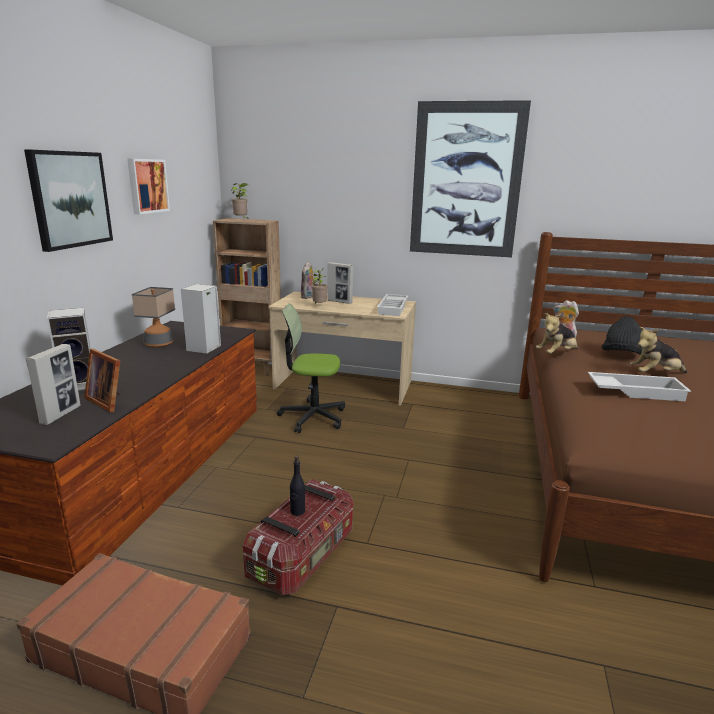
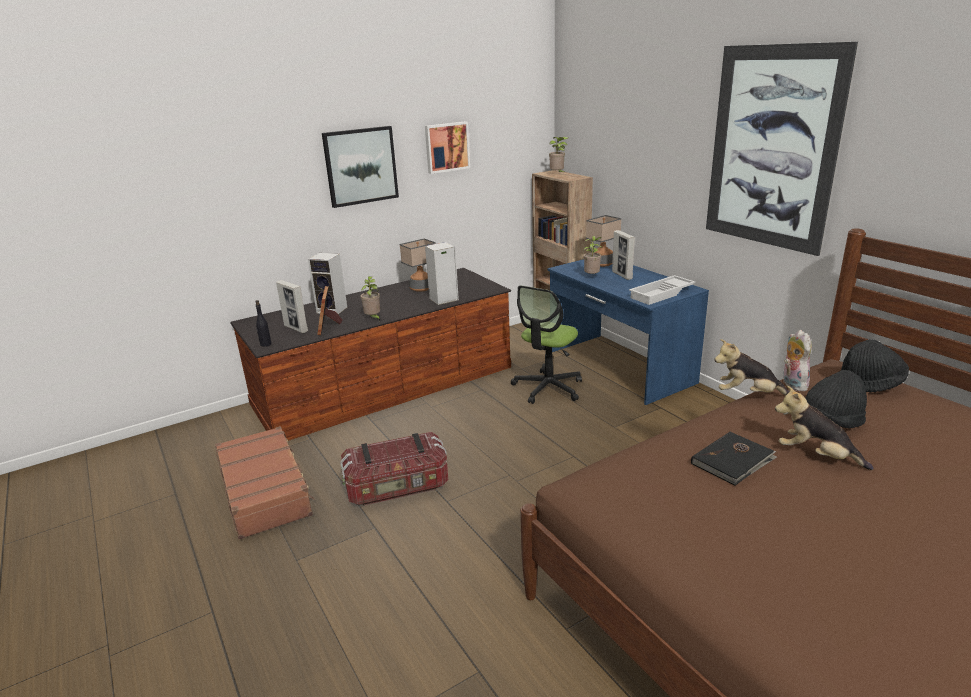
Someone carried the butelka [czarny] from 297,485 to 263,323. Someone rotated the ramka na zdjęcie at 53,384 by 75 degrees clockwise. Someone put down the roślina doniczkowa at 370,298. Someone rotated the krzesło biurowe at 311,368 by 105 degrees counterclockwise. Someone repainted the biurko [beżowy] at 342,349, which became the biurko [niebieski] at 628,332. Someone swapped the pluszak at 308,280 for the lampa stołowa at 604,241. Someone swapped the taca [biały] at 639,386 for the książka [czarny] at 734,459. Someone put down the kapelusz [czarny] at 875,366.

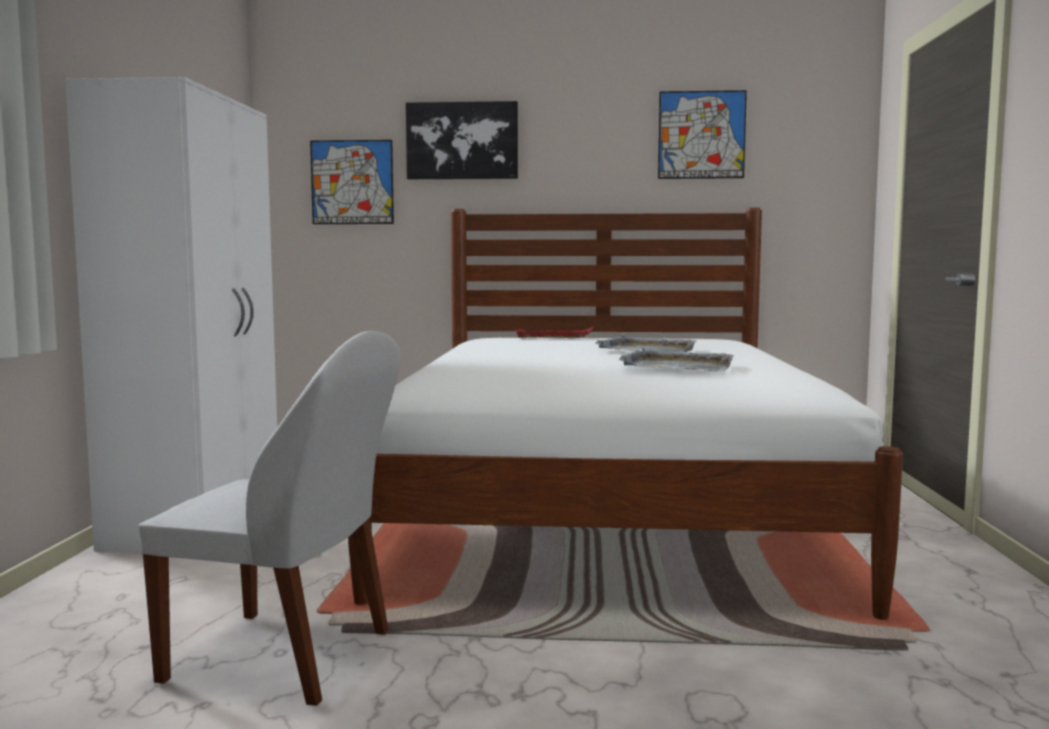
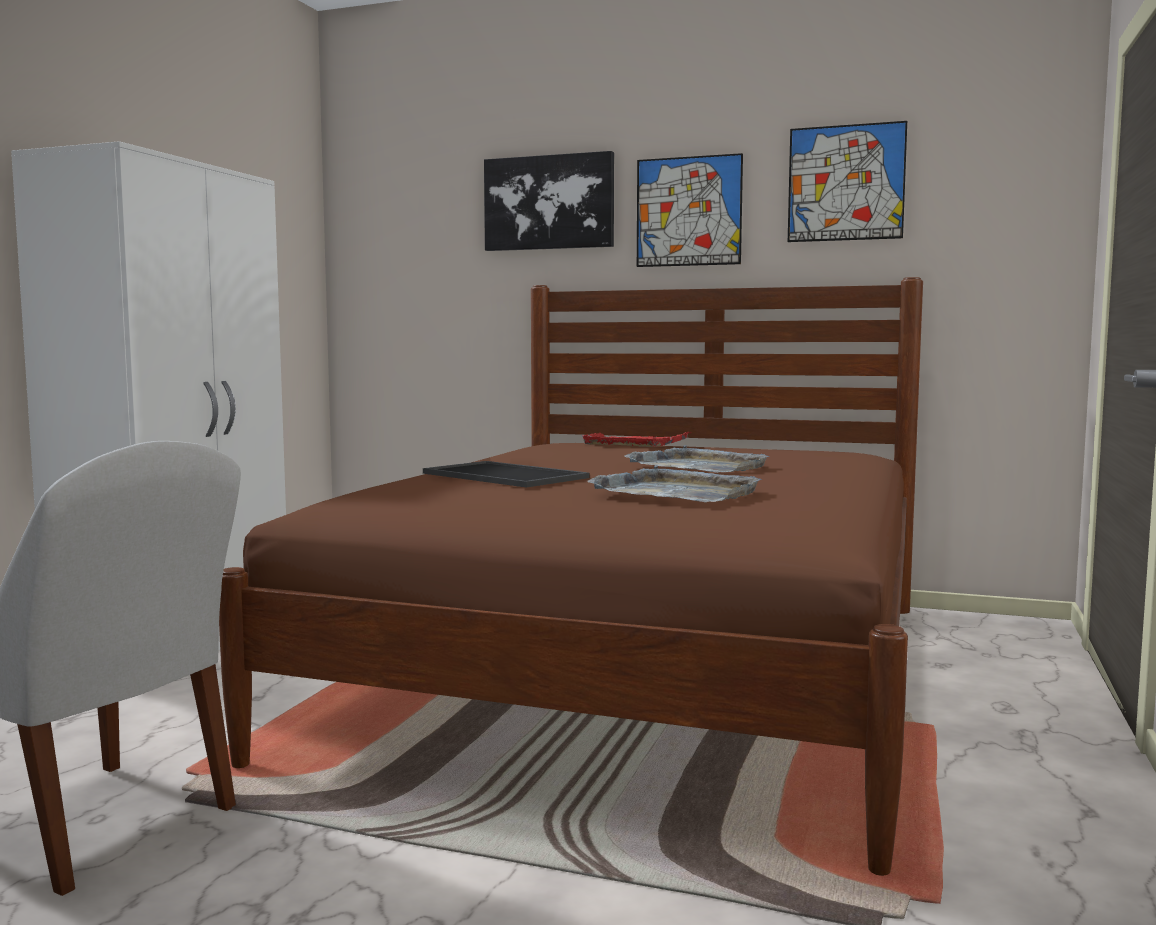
Someone repainted the łóżko [biały] at 625,413, which became the łóżko [brązowy] at 571,576. Someone put down the taca at 506,474. Someone carried the obraz from 352,182 to 690,210.

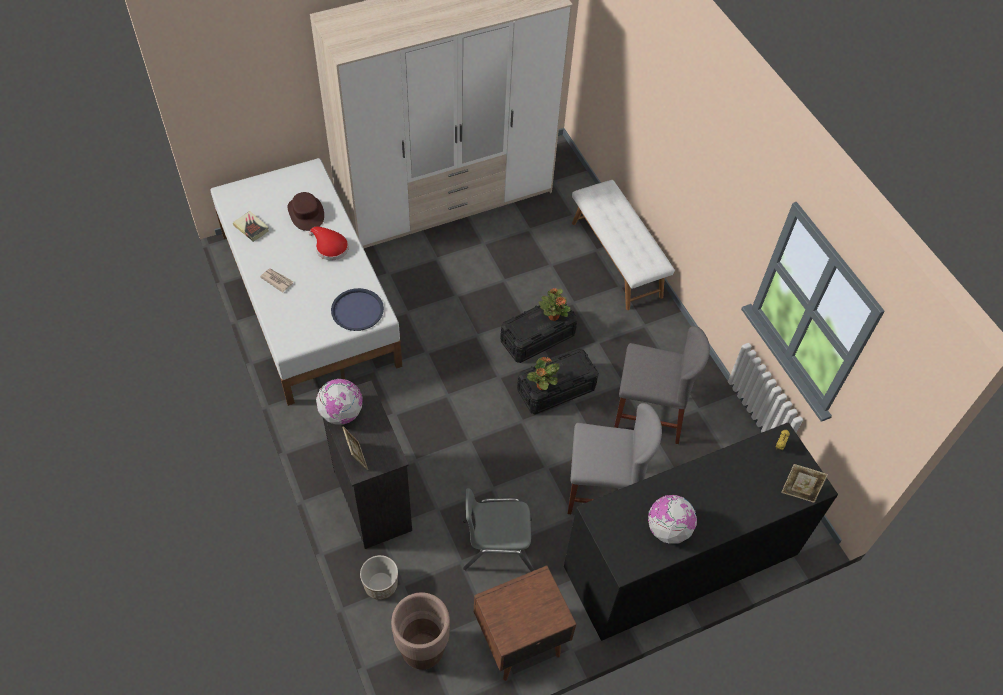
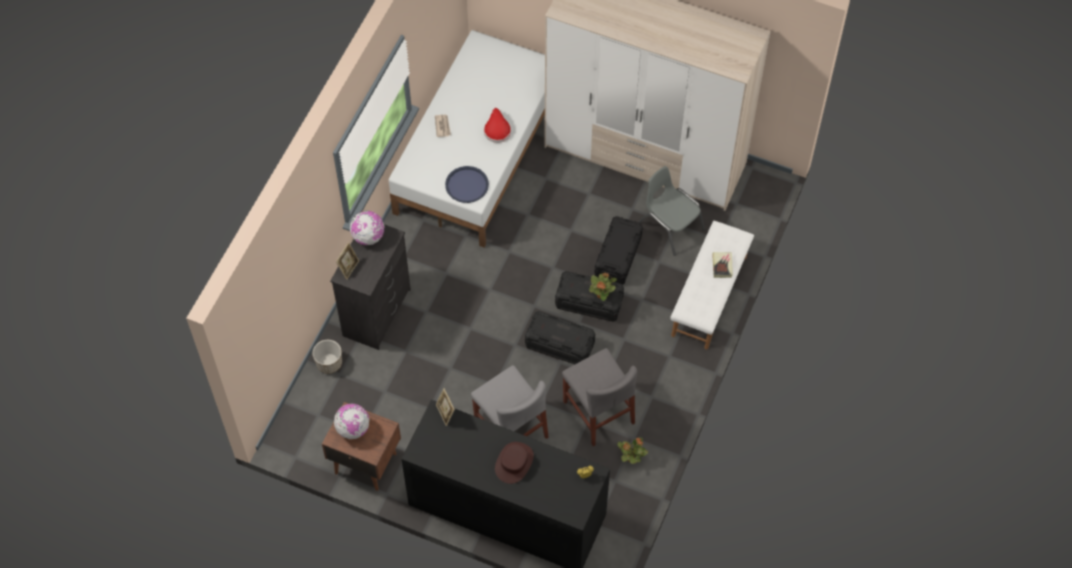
Someone carried the globus from 672,519 to 351,421. Someone carried the ramka na zdjęcie from 804,483 to 445,407. Someone carried the kapelusz [brązowy] from 306,211 to 514,463. Someone put down the pojemnik do przechowywania [czarny] at 619,250. Someone carried the roślina doniczkowa from 543,373 to 633,450. Someone carried the krzesło [szary] from 498,530 to 671,211. Someone carried the książka from 251,226 to 722,265. Someone took away the donica [brązowy] at 420,631.

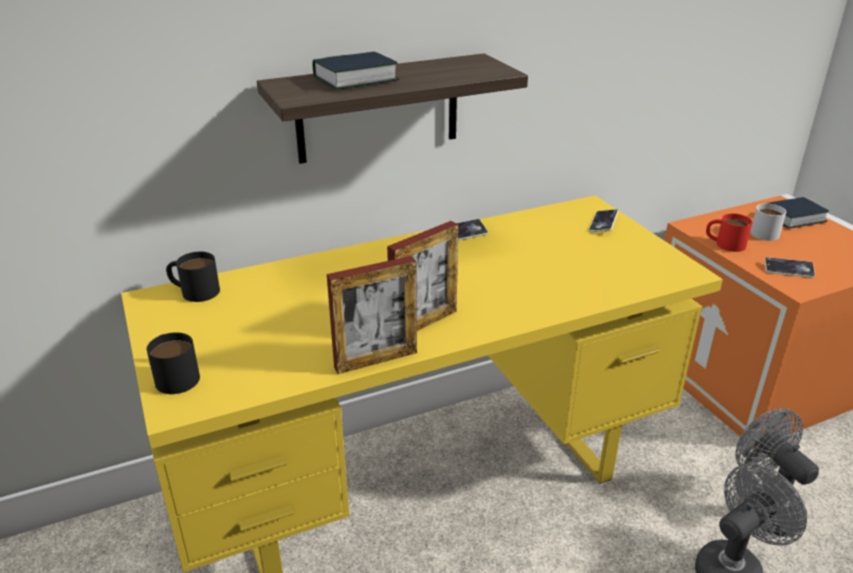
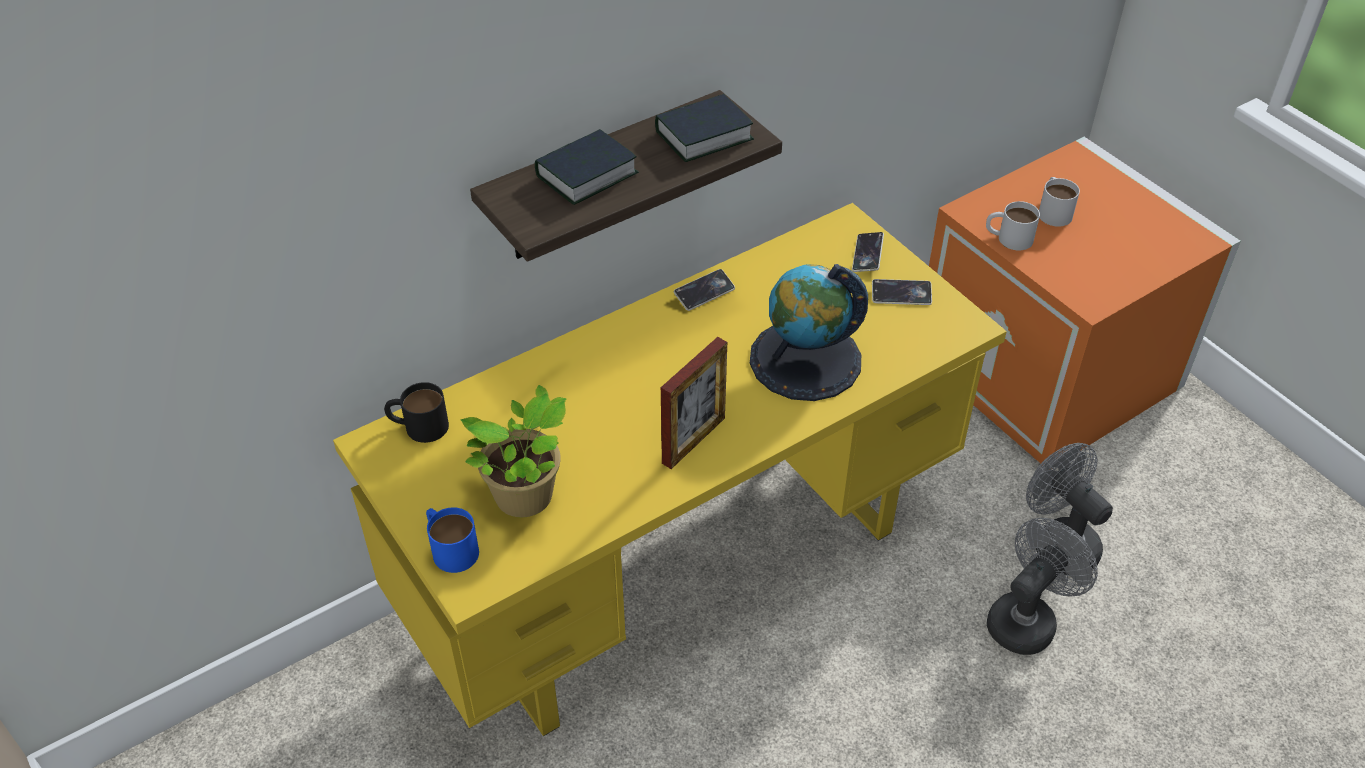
Someone repainted the kubek [czarny] at 173,363, which became the kubek [niebieski] at 452,540. Someone put down the roślina doniczkowa at 513,451. Someone carried the książka from 797,213 to 704,128. Someone put down the globus at 809,332. Someone carried the telefon from 789,267 to 902,292. Someone repainted the kubek [czerwony] at 729,232, which became the kubek [biały] at 1013,225. Someone took away the ramka na zdjęcie at 372,315.

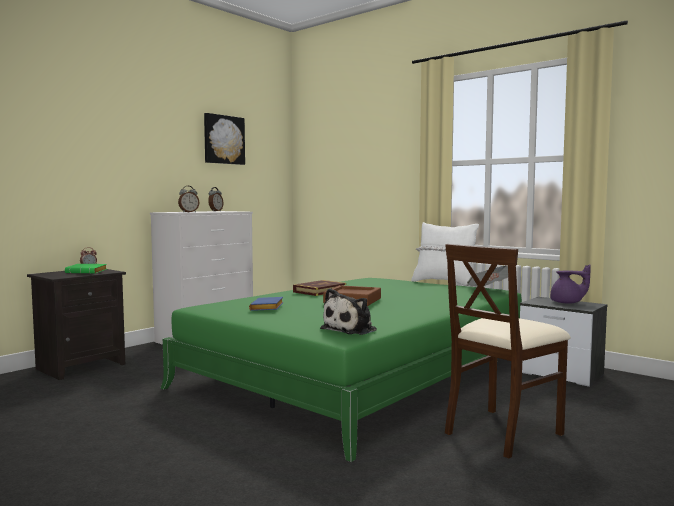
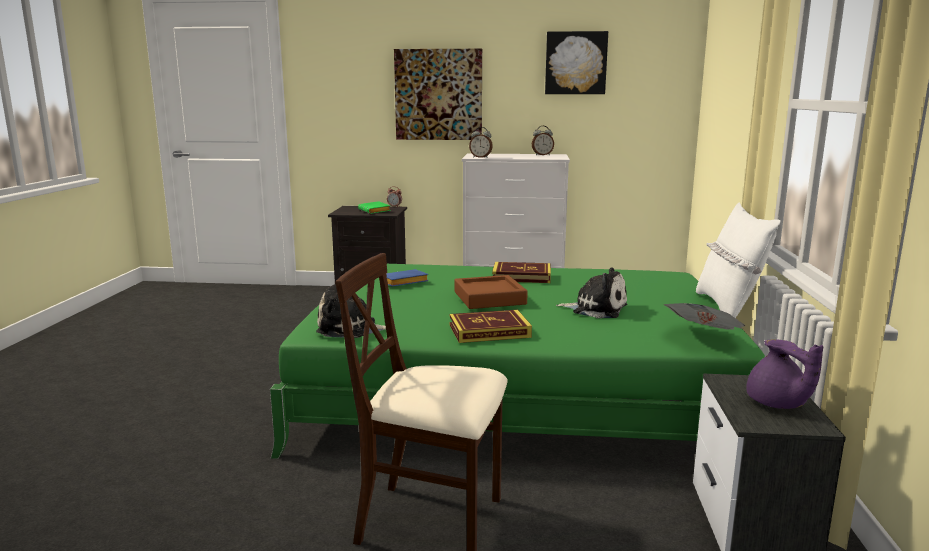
Someone put up the obraz at 438,94. Someone put down the książka at 491,326. Someone put down the pluszak at 591,293.

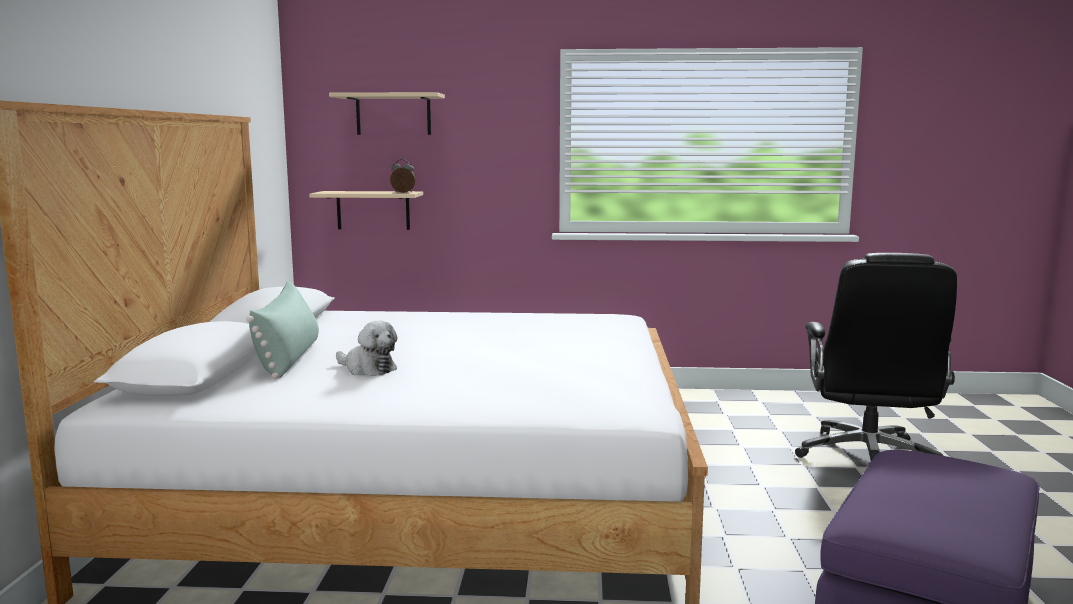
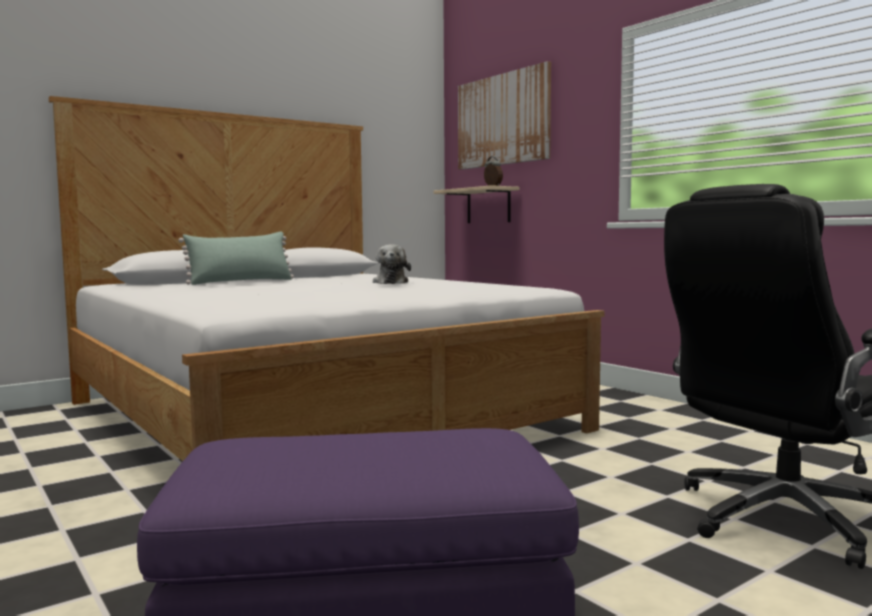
Someone carried the pluszak from 366,348 to 392,264. Someone swapped the półka [beżowy] at 387,113 for the obraz at 504,115.

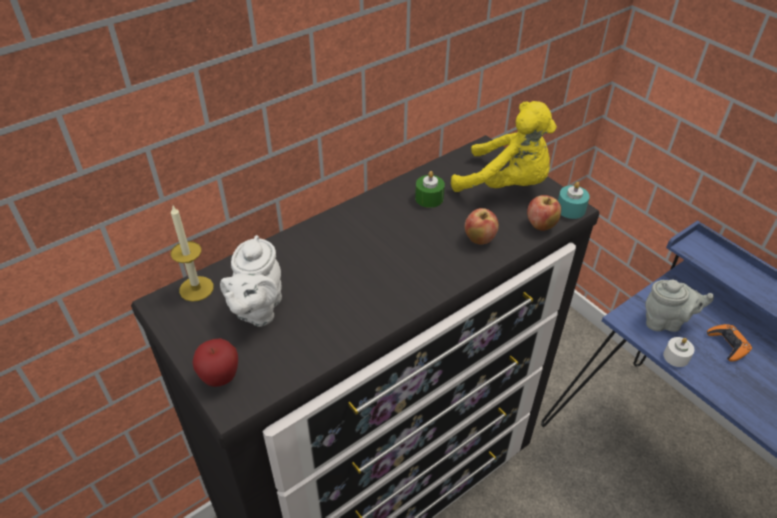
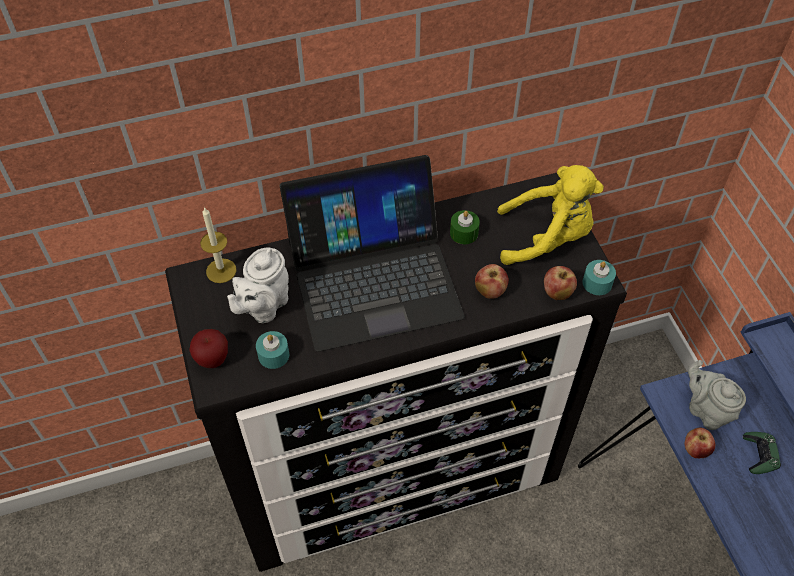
Someone put down the świeca [turkusowy] at 272,350. Someone put down the laptop at 372,253. Someone rotated the pluszak [żółty] at 504,146 by 45 degrees counterclockwise. Someone swapped the świeca [biały] at 678,352 for the jabłko at 700,442. Someone rotated the imbryk [szary] at 679,306 by 150 degrees counterclockwise. Someone repainted the pad do gier [pomarańczowy] at 729,343, which became the pad do gier [zielony] at 762,453.

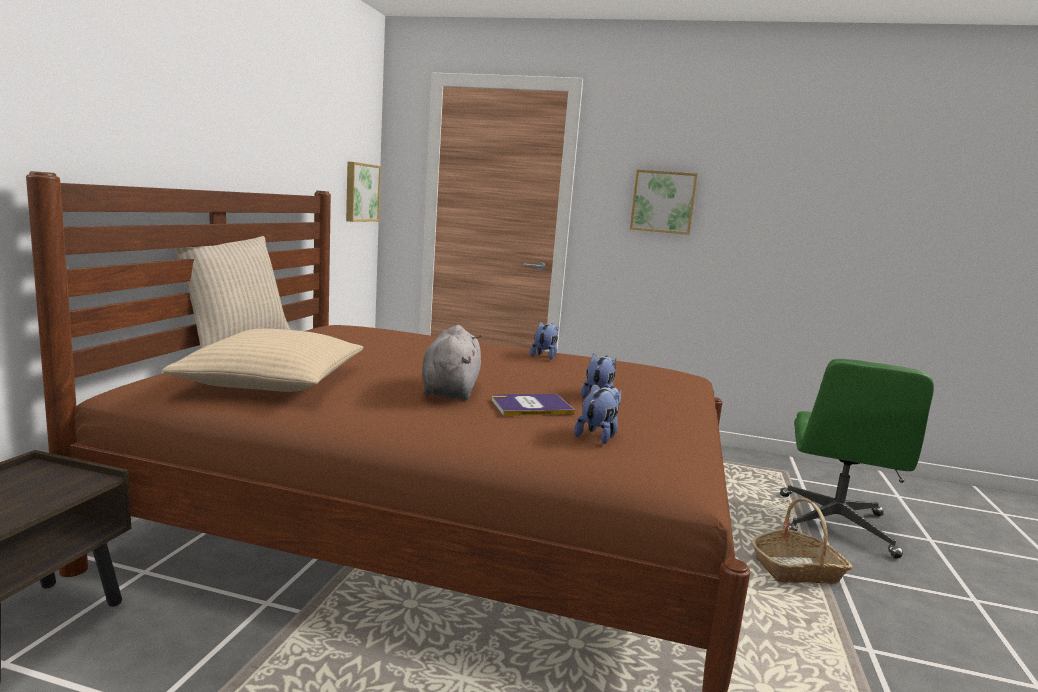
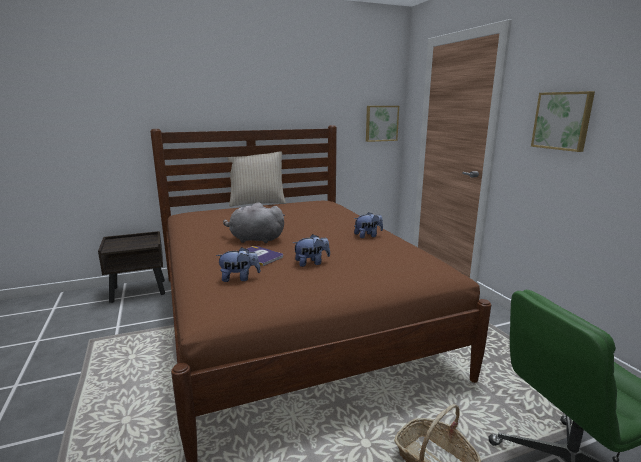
Someone rotated the pluszak [szary] at 452,362 by 135 degrees counterclockwise. Someone took away the poduszka [beżowy] at 262,360.

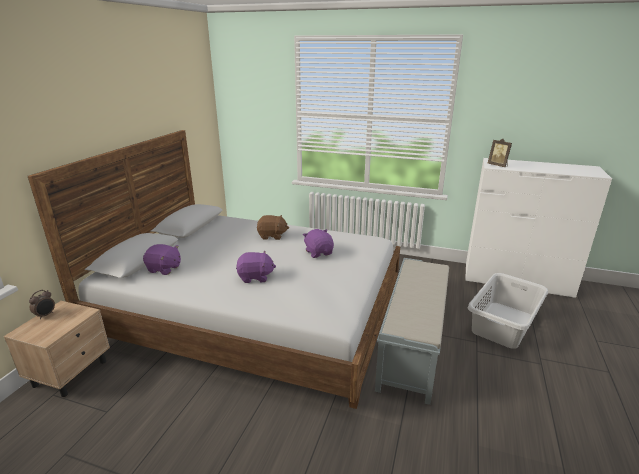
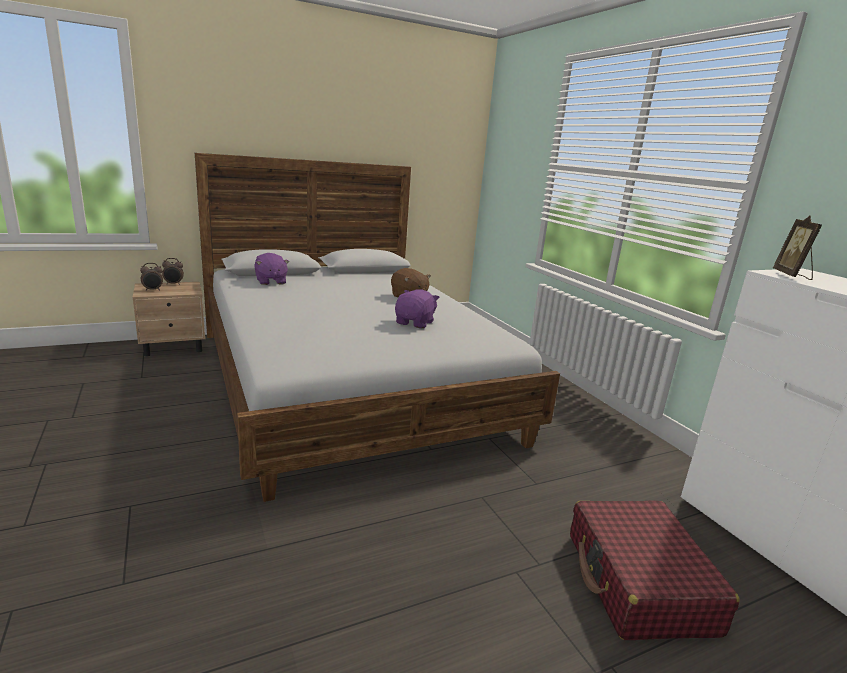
Someone put down the budzik at 151,277. Someone swapped the kosz na pranie [szary] at 507,311 for the walizka [czerwony] at 655,570. Someone took away the pluszak [fioletowy] at 256,267. Someone took away the ławka [szary] at 412,331.

